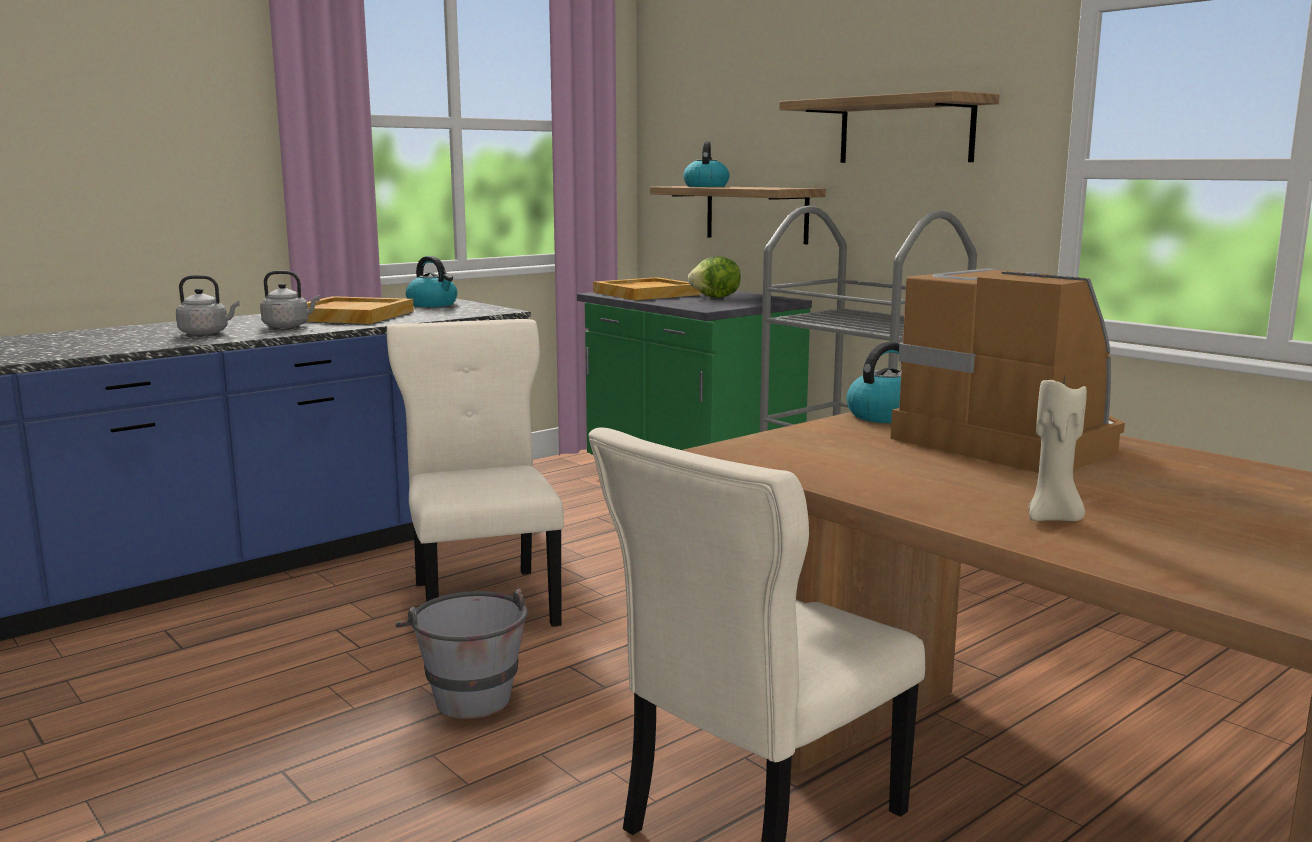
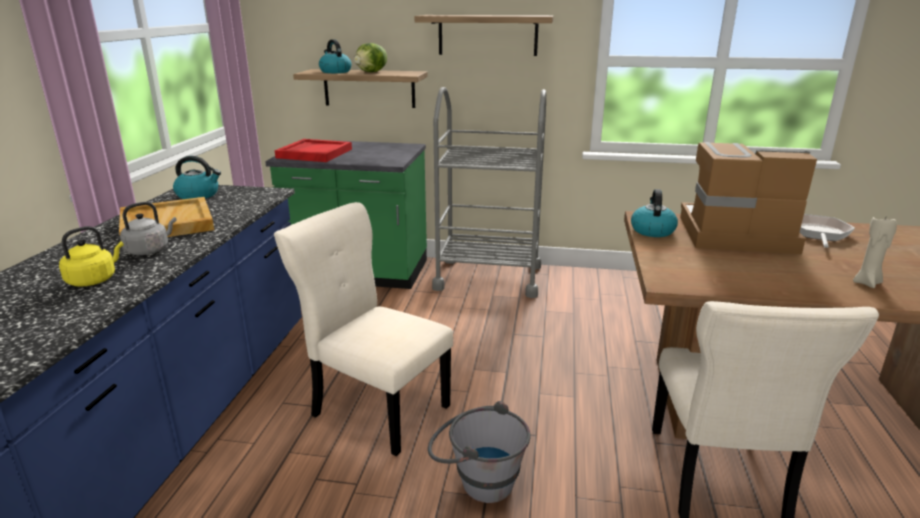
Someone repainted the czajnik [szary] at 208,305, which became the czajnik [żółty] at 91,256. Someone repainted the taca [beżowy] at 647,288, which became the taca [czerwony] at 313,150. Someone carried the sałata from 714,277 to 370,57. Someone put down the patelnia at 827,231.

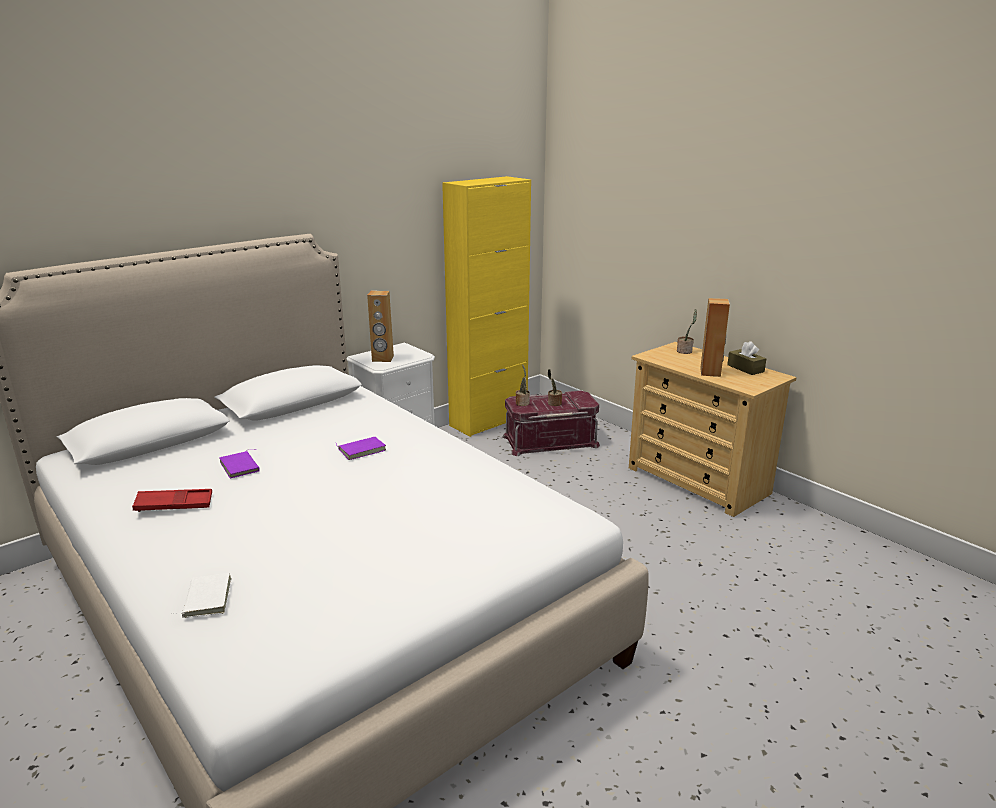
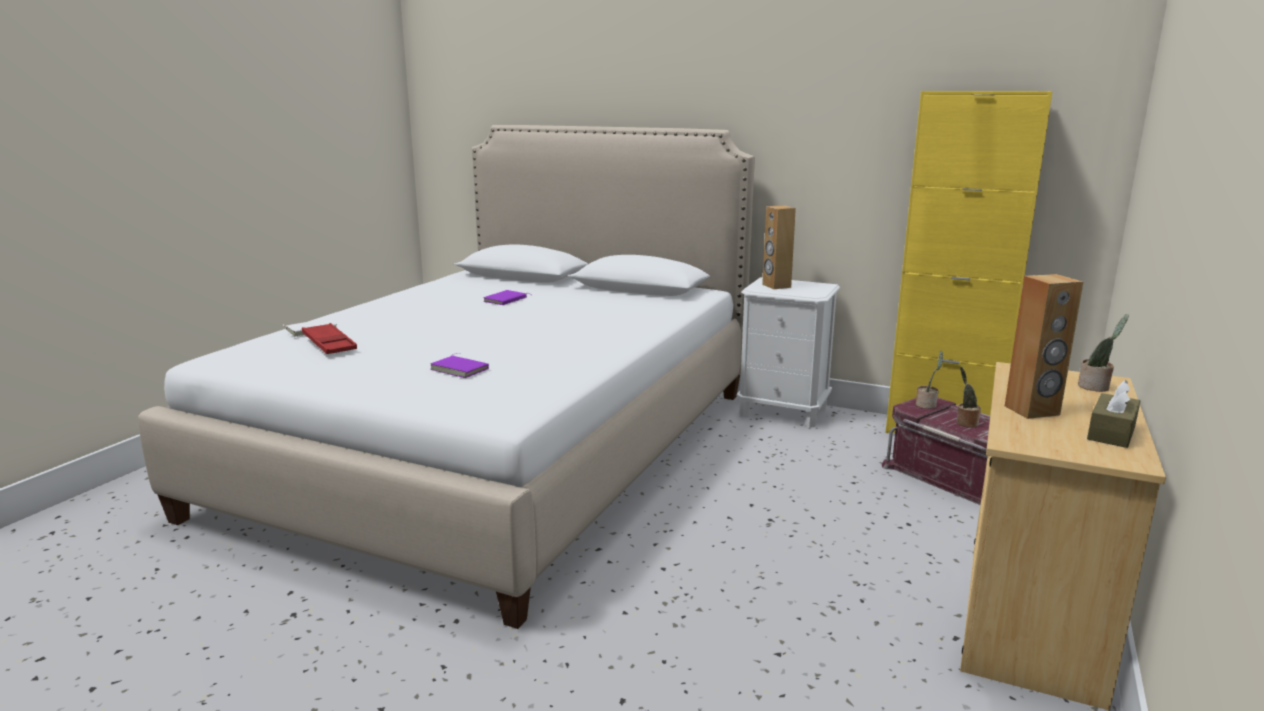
Someone carried the taca [czerwony] from 172,500 to 329,338. Someone carried the książka [fioletowy] from 361,448 to 459,365.

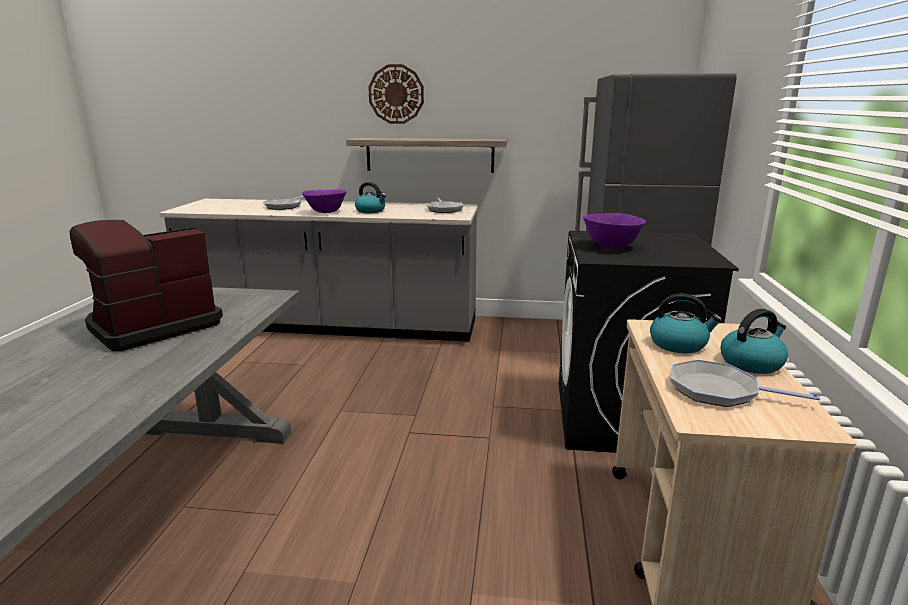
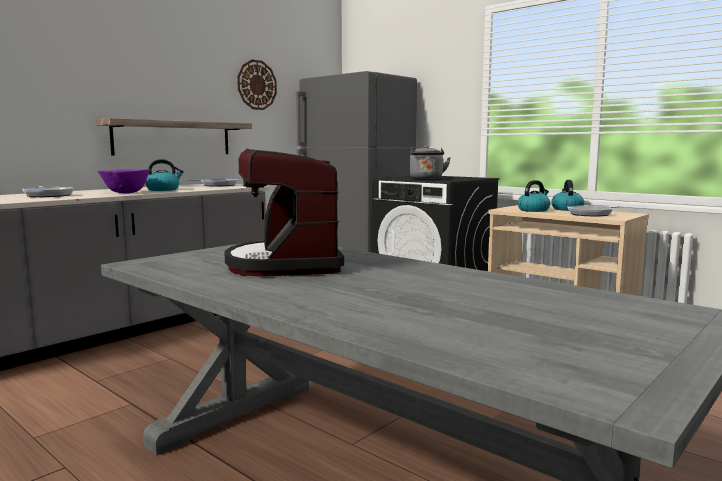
Someone carried the zegar ścienny from 396,94 to 257,84. Someone swapped the miska [fioletowy] at 614,231 for the czajnik [szary] at 430,162.

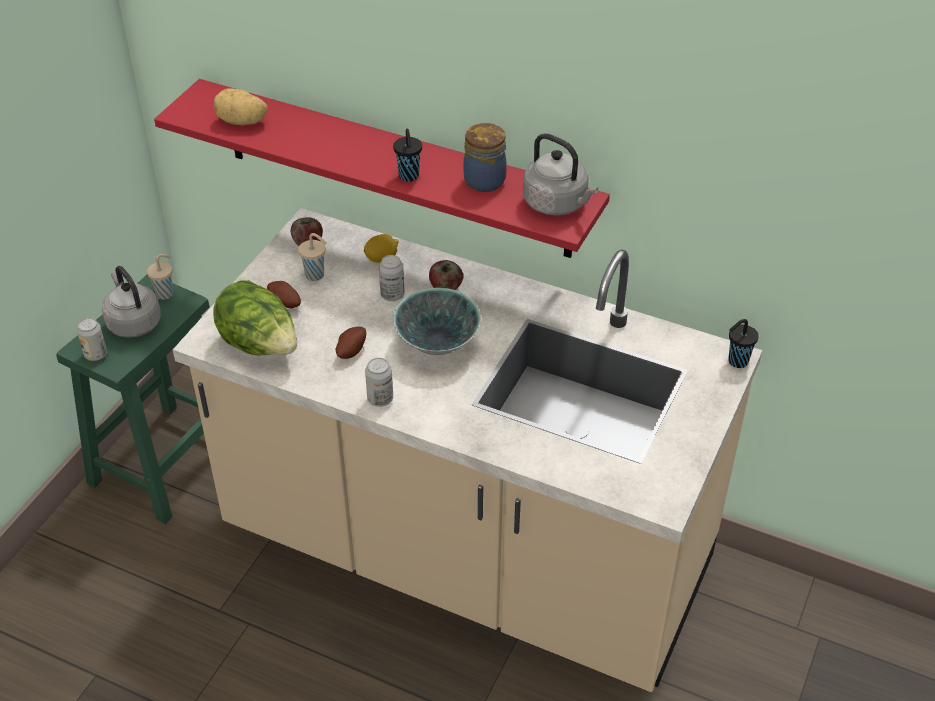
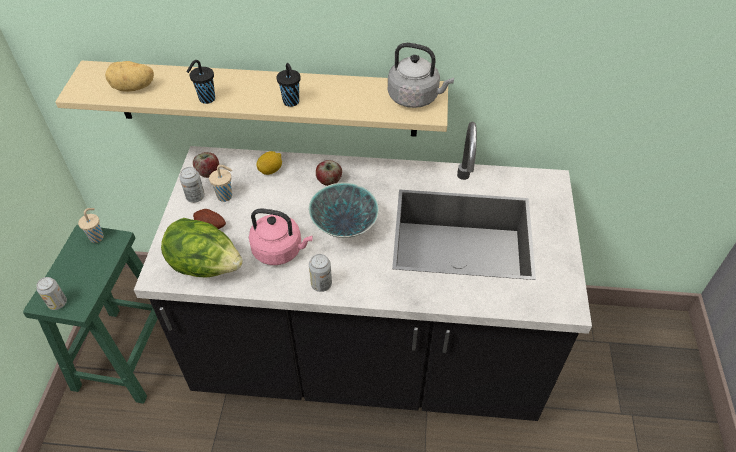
Someone repainted the półka [czerwony] at 382,168, which became the półka [beżowy] at 251,99. Someone repainted the zabudowa kuchenna [beżowy] at 468,450, which became the zabudowa kuchenna [czarny] at 363,271. Someone carried the puszka from 391,278 to 192,185. Someone carried the filiżanka [czarny] from 743,343 to 201,82. Someone swapped the ziemniak at 351,342 for the czajnik [różowy] at 280,236. Someone took away the czajnik [szary] at 131,302. Someone took away the słoik at 485,157.

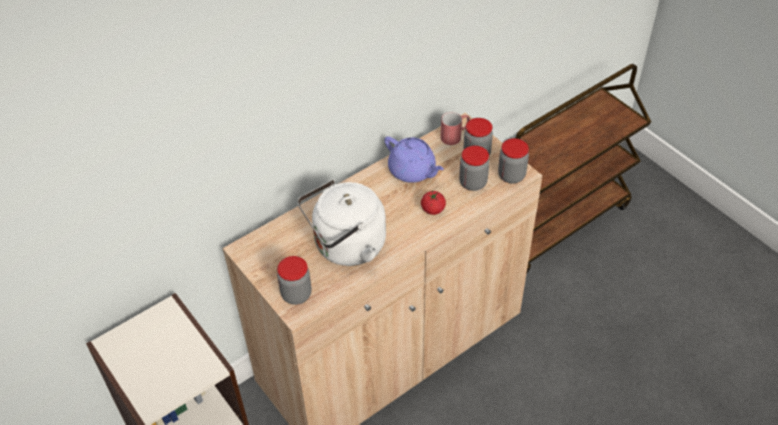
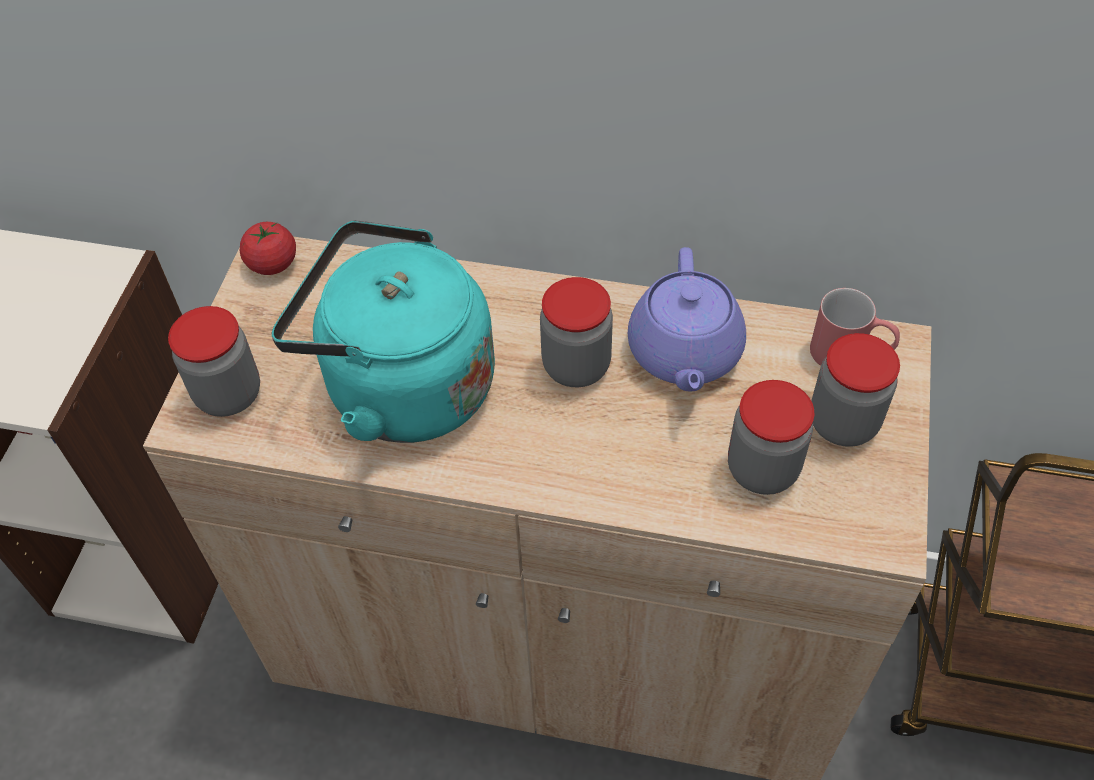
Someone carried the pomidor from 433,203 to 268,248. Someone repainted the czajnik [biały] at 341,223, which became the czajnik [turkusowy] at 383,331. Someone carried the słoik from 513,161 to 576,332.

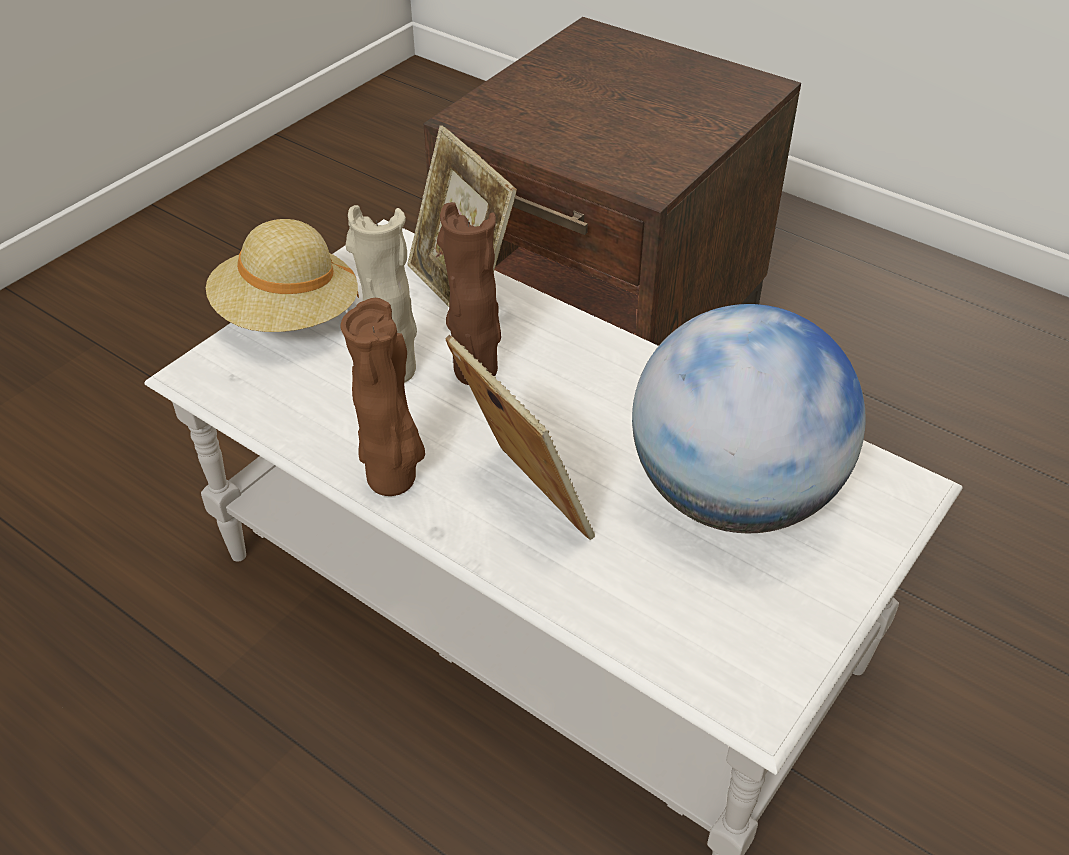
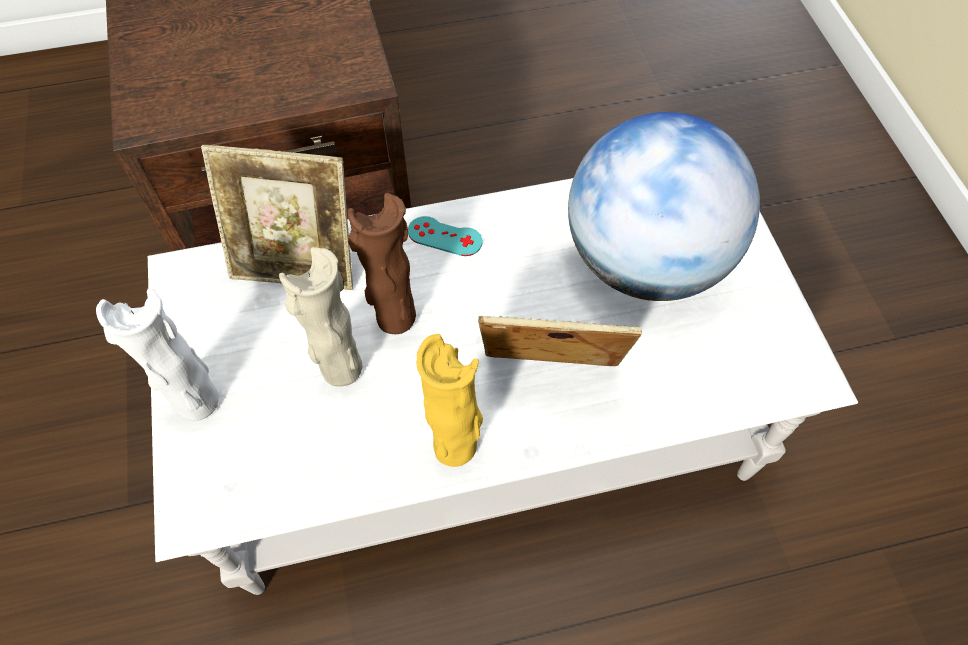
Someone swapped the kapelusz [beżowy] at 282,275 for the wazon [biały] at 157,354. Someone put down the pad do gier [turkusowy] at 445,236. Someone repainted the wazon [brązowy] at 383,397, which became the wazon [żółty] at 449,400.

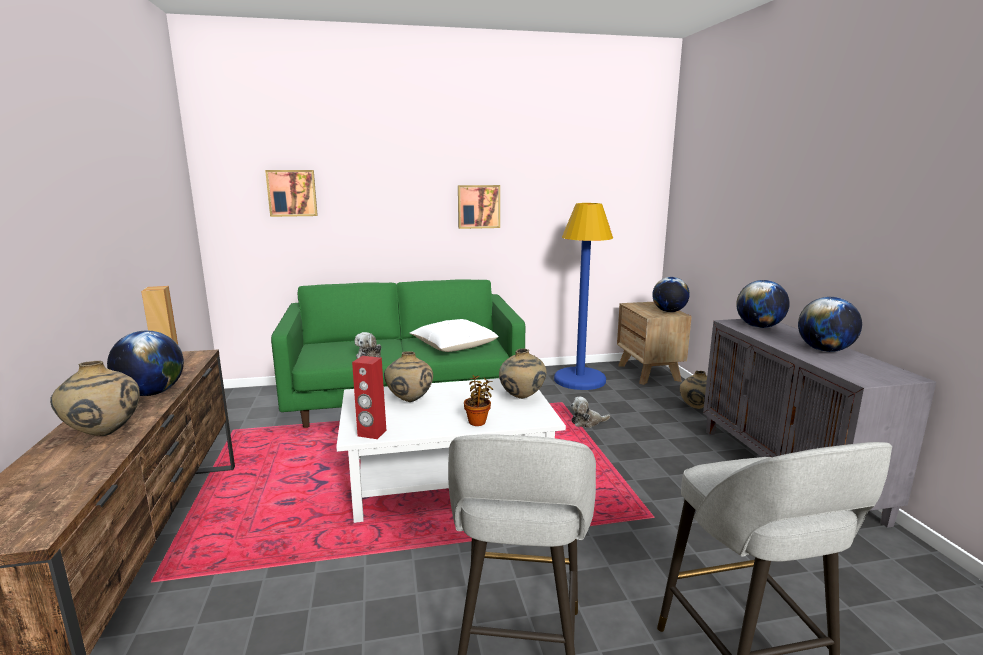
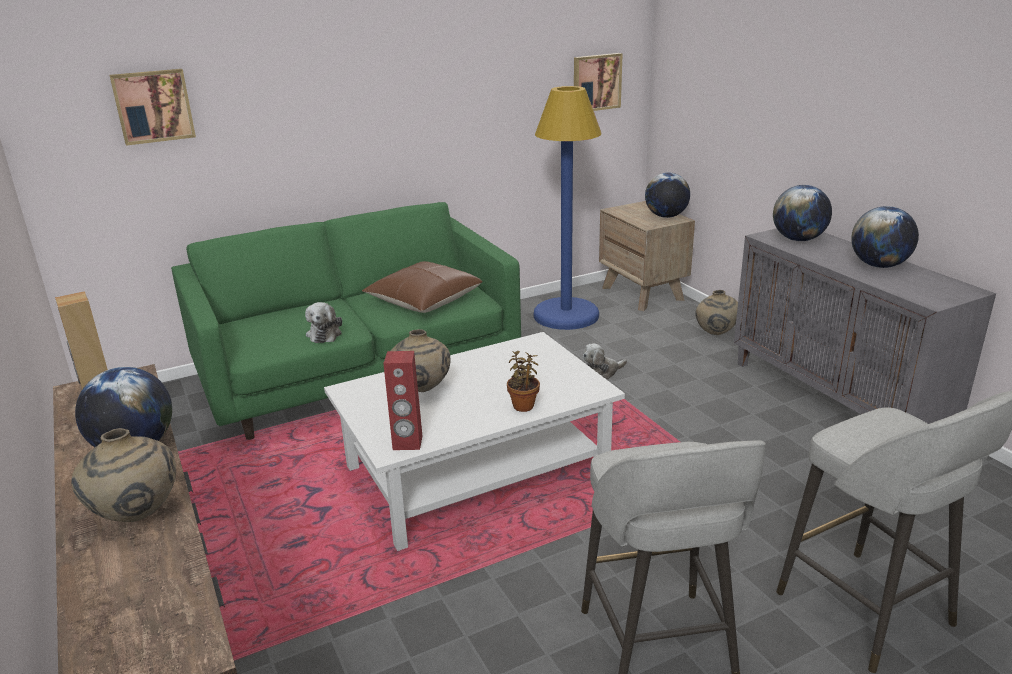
Someone repainted the poduszka [biały] at 454,335, which became the poduszka [brązowy] at 422,287. Someone carried the obraz from 479,207 to 598,82. Someone took away the wazon [beżowy] at 523,373.

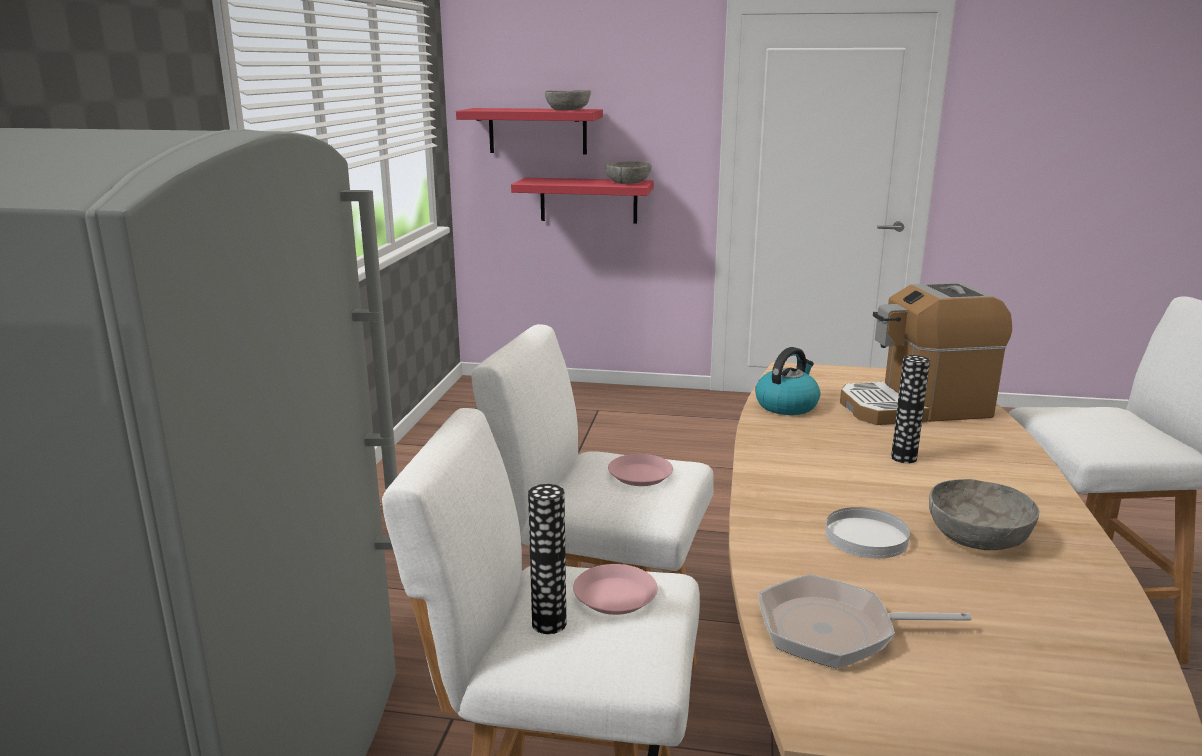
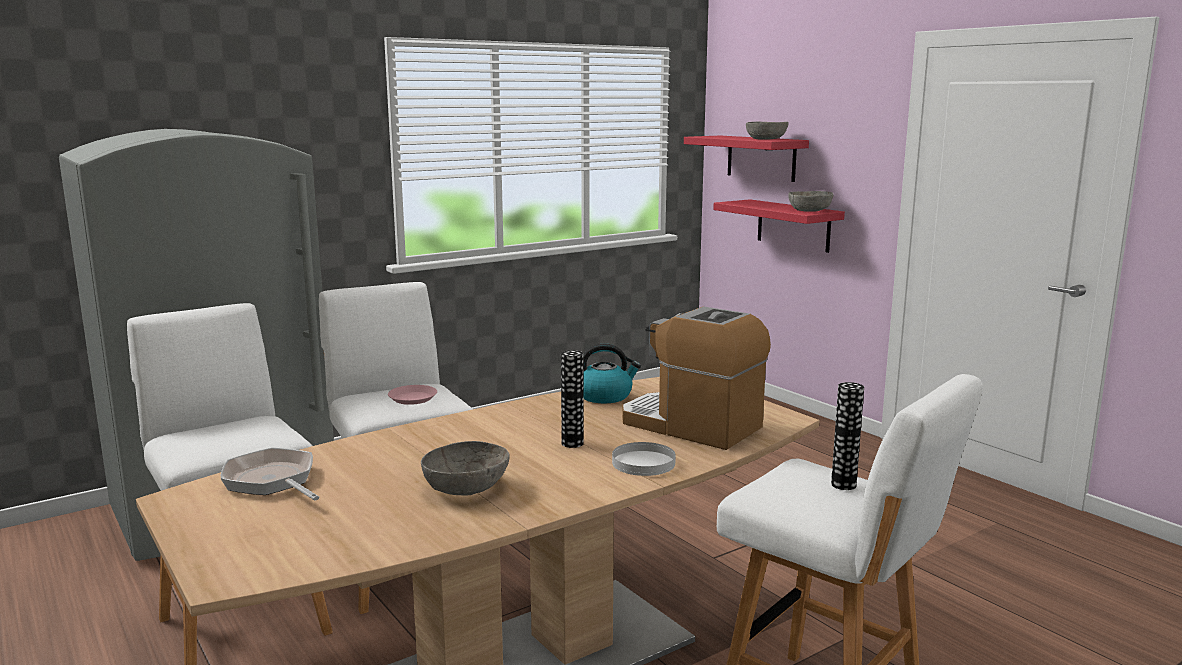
Someone carried the talerz [biały] from 867,532 to 644,459. Someone carried the wazon from 547,559 to 847,436. Someone took away the talerz [różowy] at 615,589.

